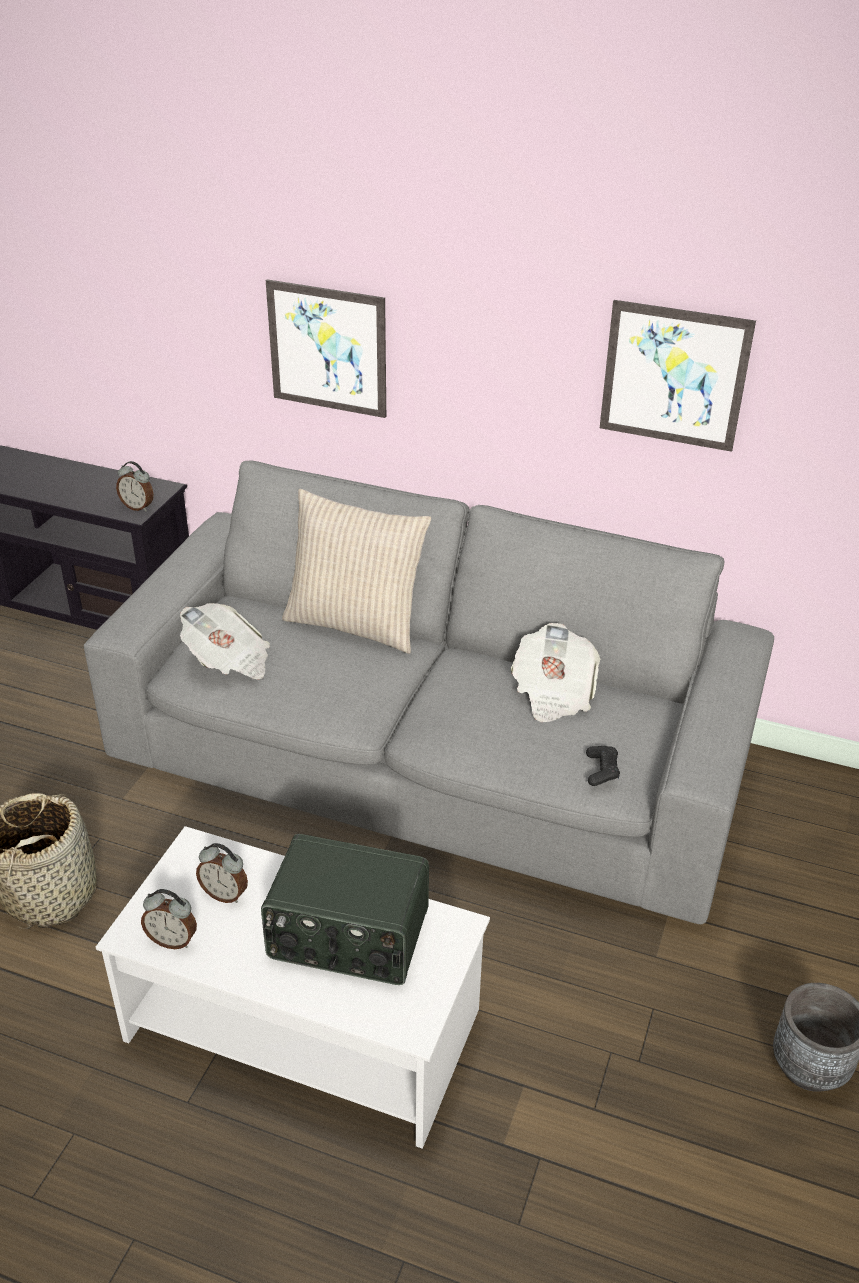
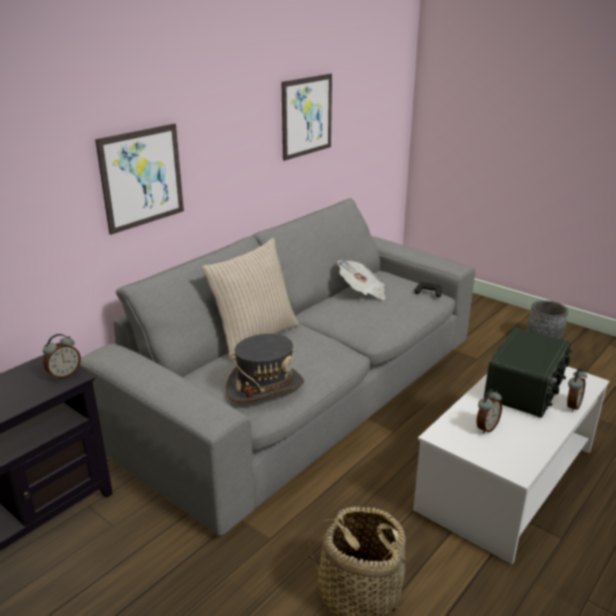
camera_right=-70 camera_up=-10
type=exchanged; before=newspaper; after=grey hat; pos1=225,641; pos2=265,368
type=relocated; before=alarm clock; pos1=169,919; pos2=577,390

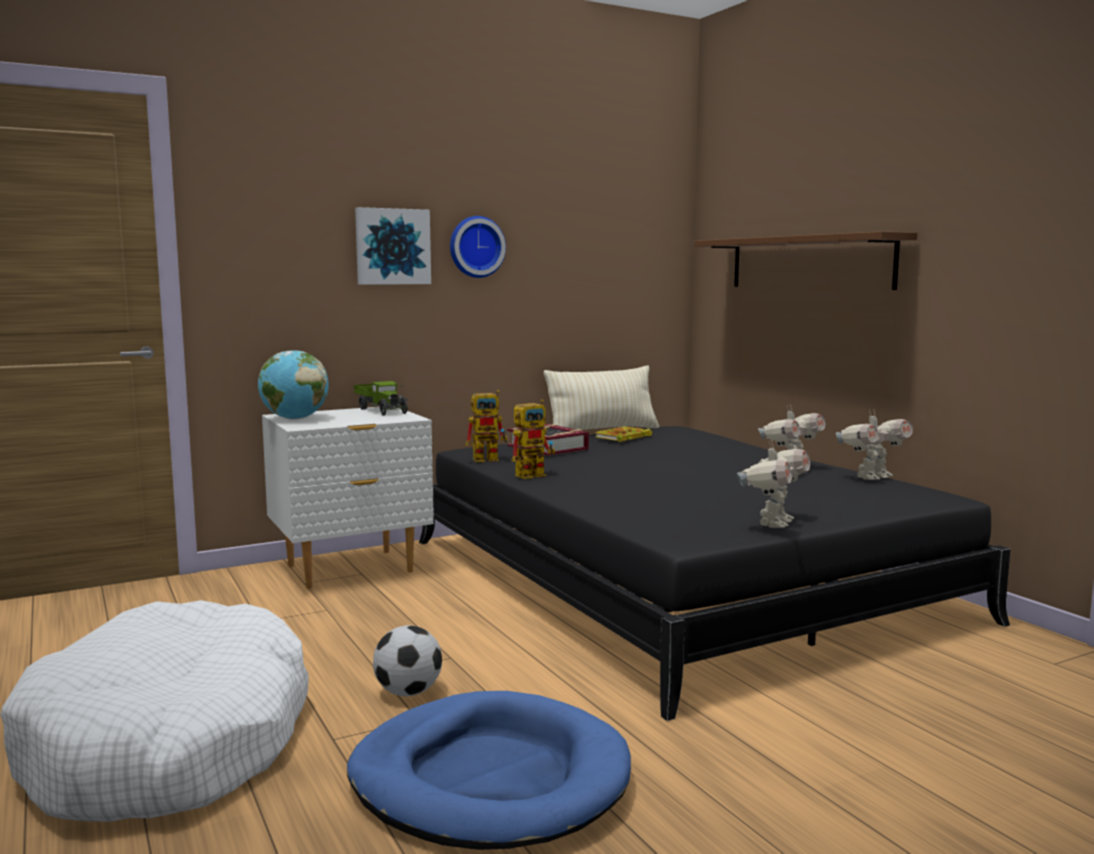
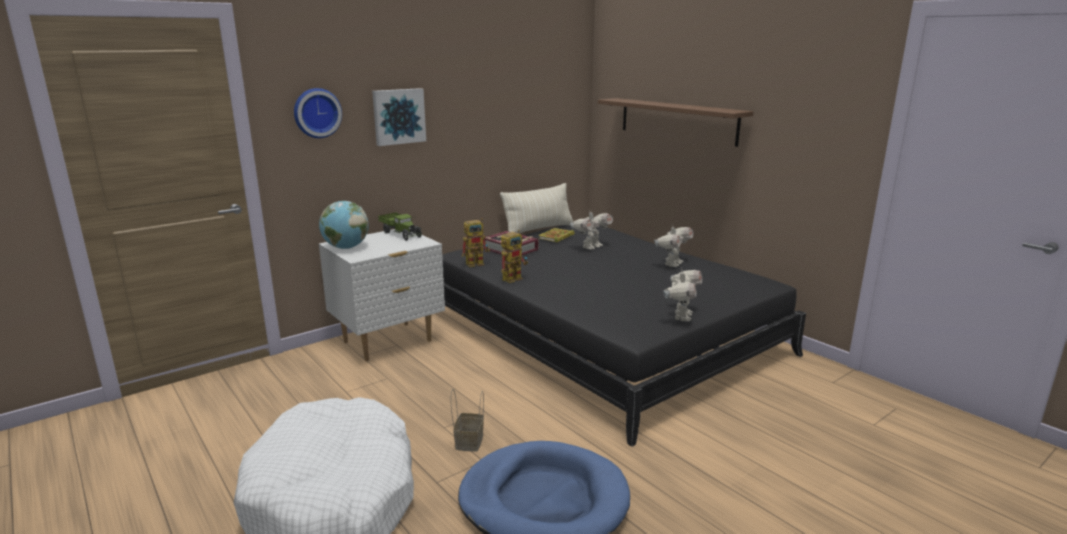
camera_right=-10 camera_up=10
type=relocated; before=wall clock; pos1=478,247; pos2=318,113
type=exchanged; before=football; after=basket; pos1=407,660; pos2=467,420
type=relocated; before=toy robot; pos1=874,445; pos2=591,228

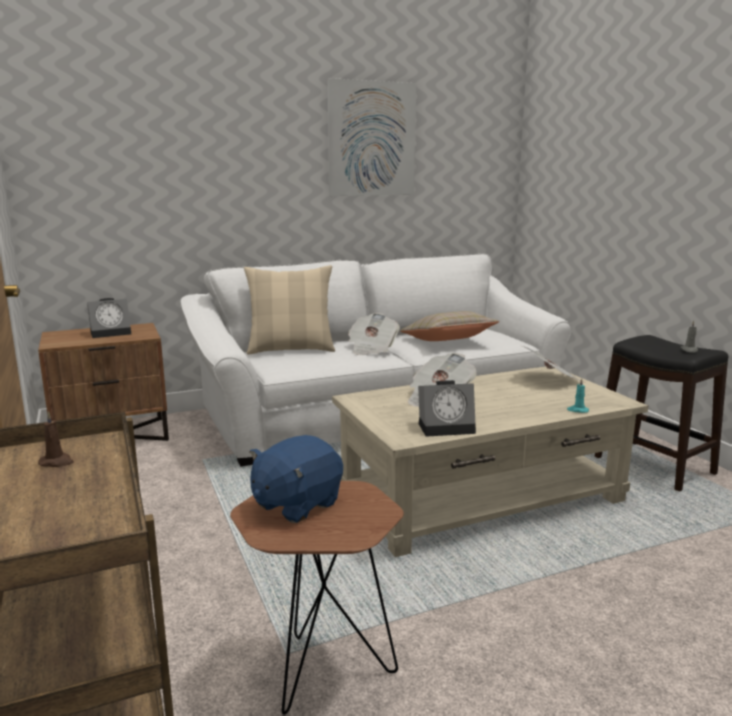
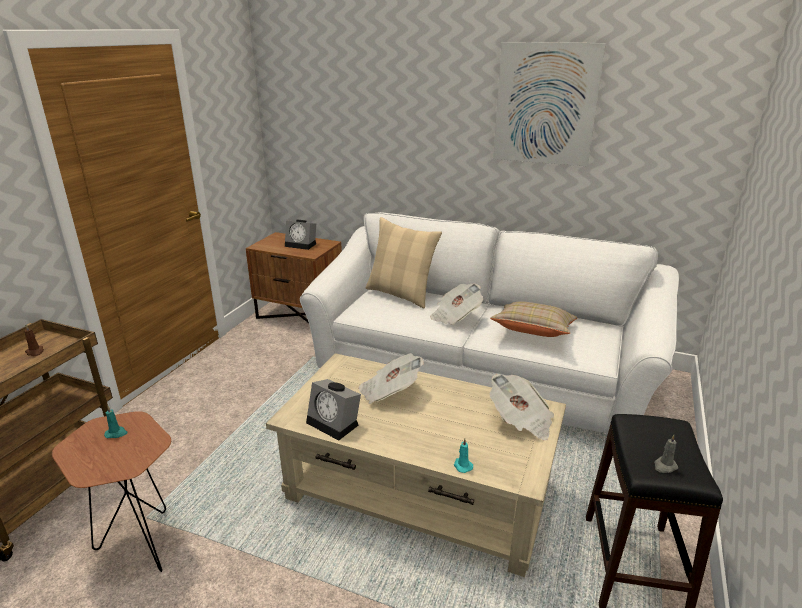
camera_right=45 camera_up=10
type=exchanged; before=blue plush toy; after=turquoise candle; pos1=296,479; pos2=116,422

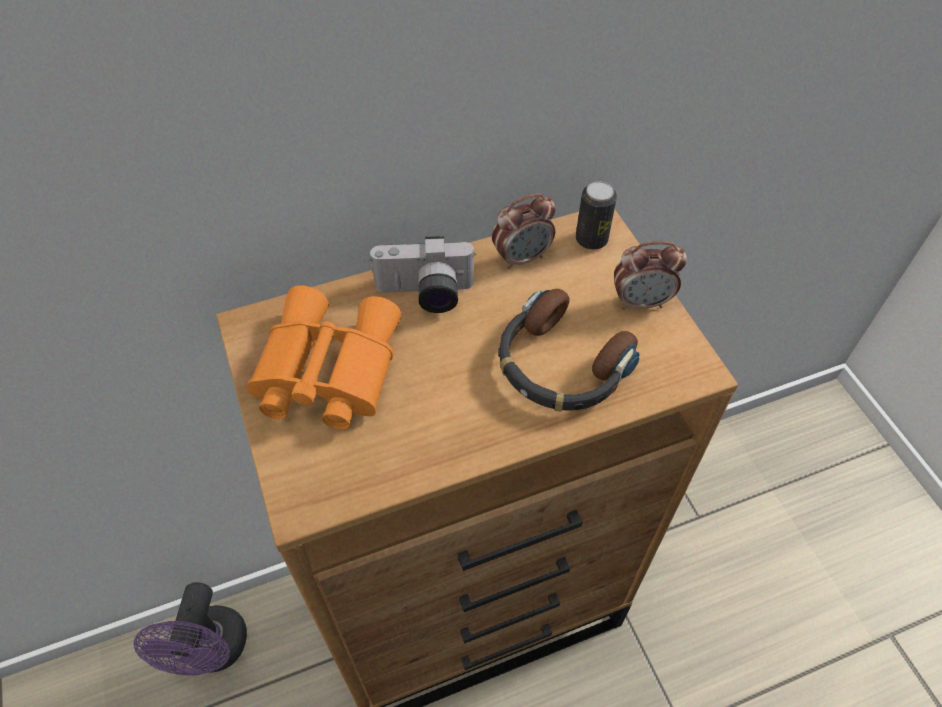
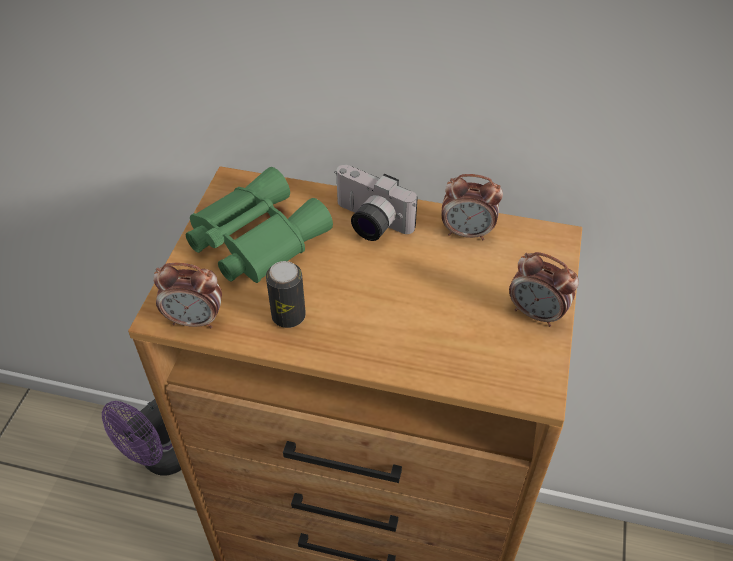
camera_right=35 camera_up=-5
type=appeared; after=alarm clock; pos2=187,295
type=colour; before=orange binoculars; after=green binoculars; pos1=324,357; pos2=259,225
type=relocated; before=can; pos1=596,215; pos2=286,294
type=missing; before=headphones; pos1=569,350

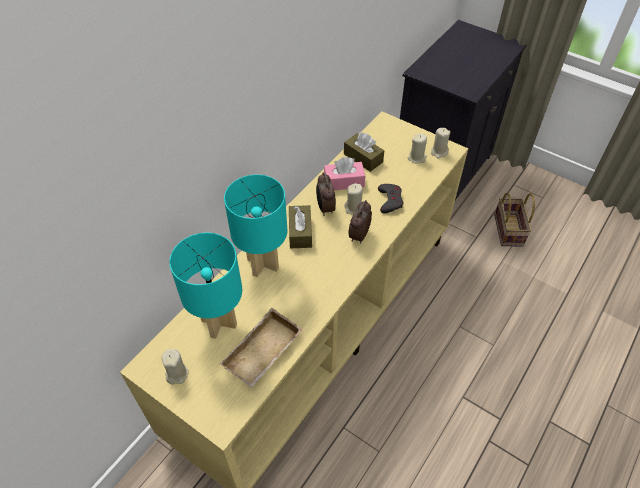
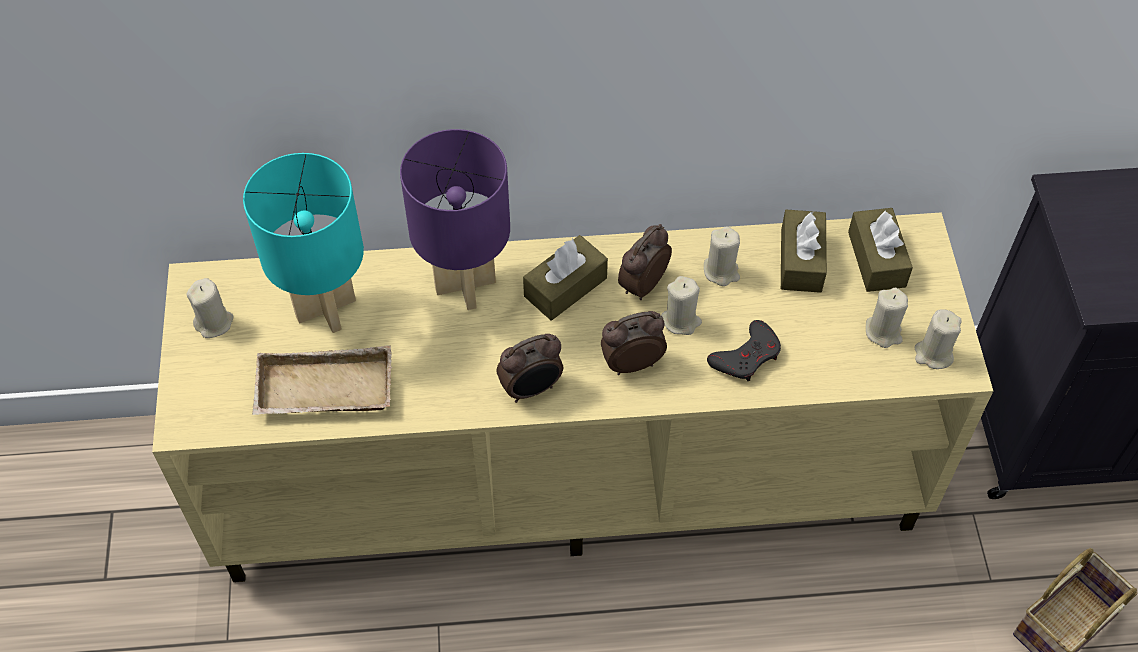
camera_right=50 camera_up=5
type=colour; before=turquoise table lamp; after=purple table lamp; pos1=255,226; pos2=455,219
type=appeared; after=alarm clock; pos2=529,368
type=exchanged; before=pink tissue box; after=beige candle; pos1=344,173; pos2=722,256
type=appeared; after=brown tissue box; pos2=880,250

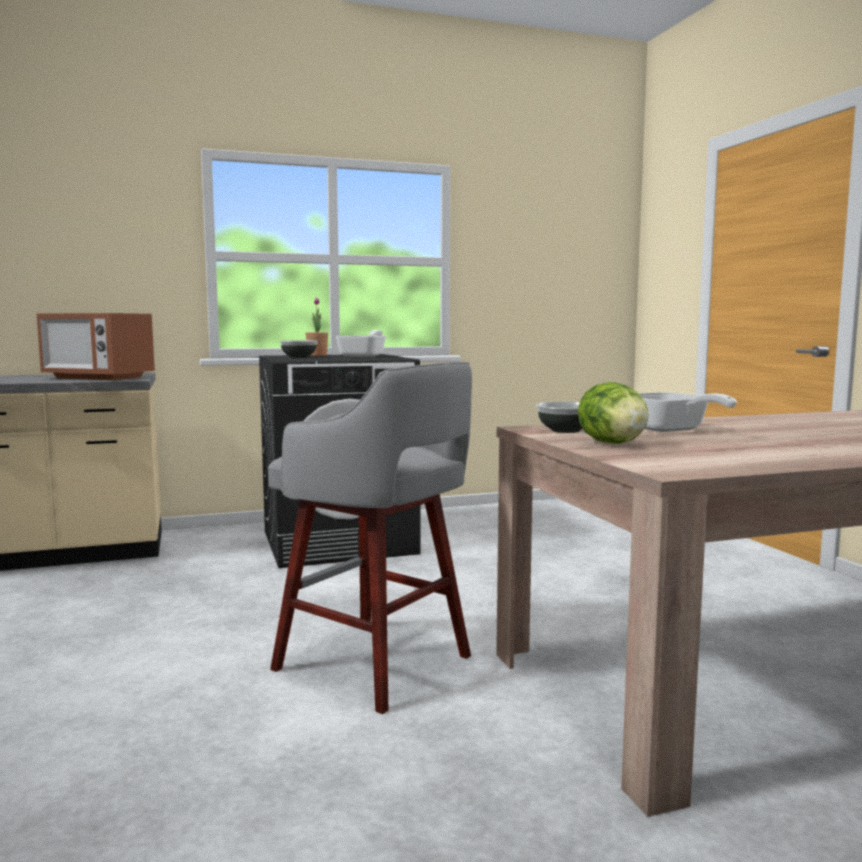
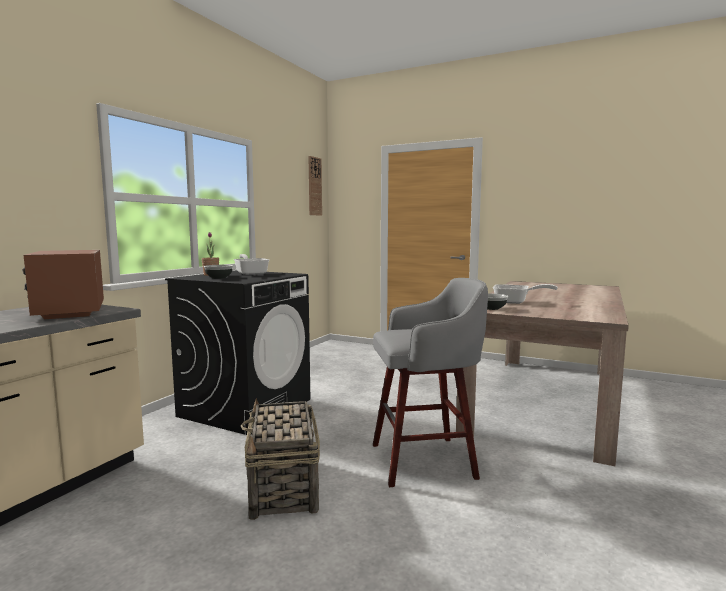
camera_right=-45 camera_up=0
type=spun; before=microwave; pos1=96,346; pos2=63,284; turn=90
type=appeared; after=basket; pos2=280,459
type=appeared; after=wall clock; pos2=315,186
type=missing; before=lettuce; pos1=613,413

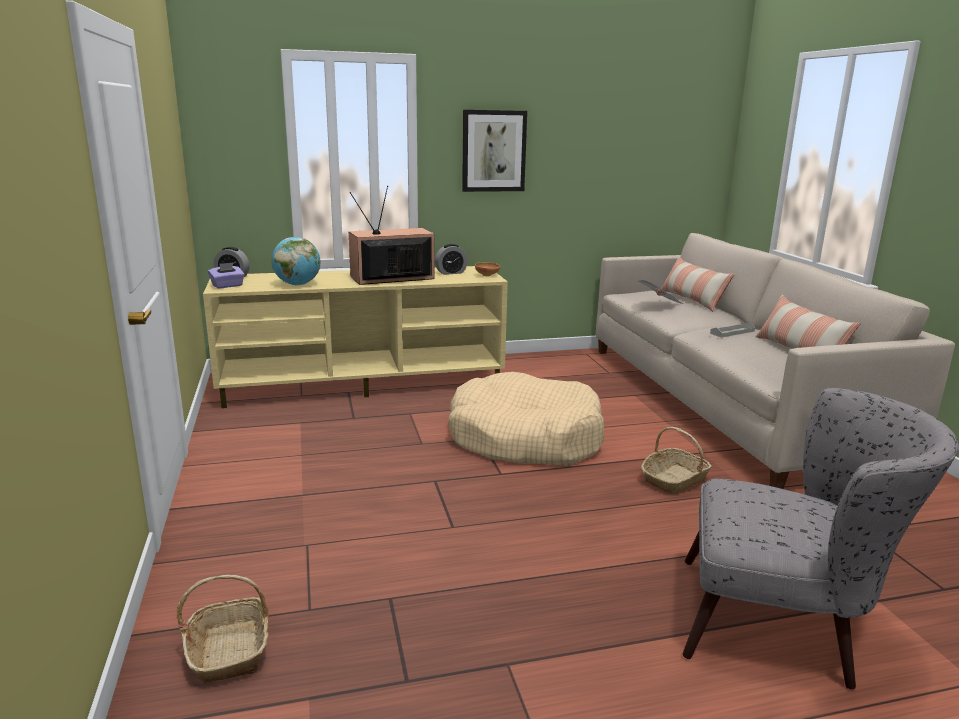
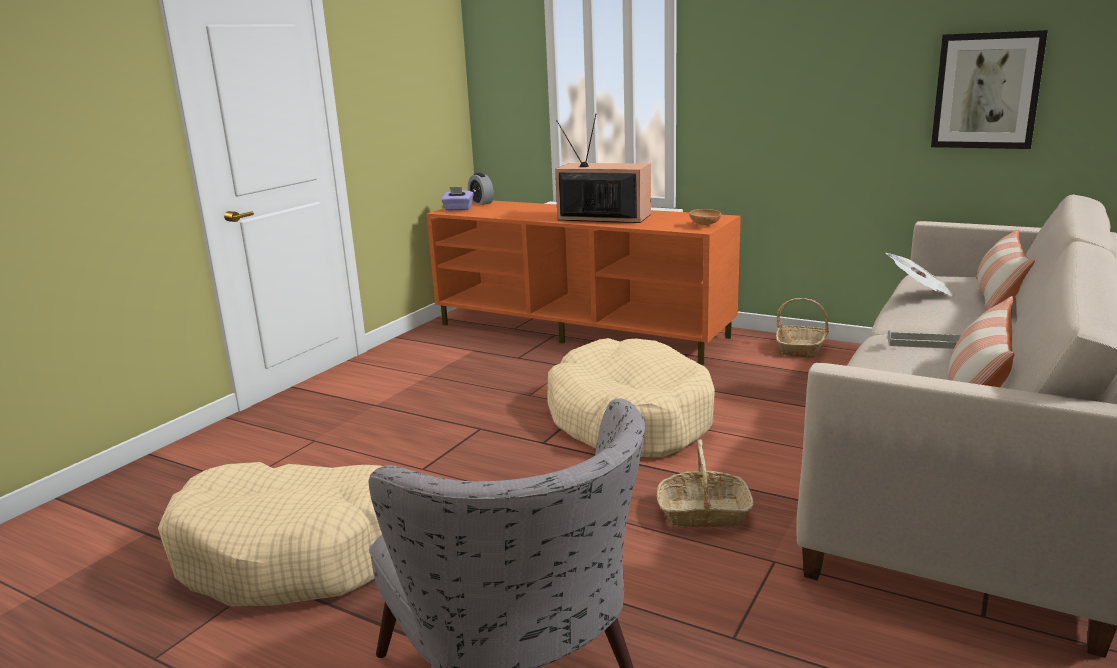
camera_right=45 camera_up=0
type=appeared; after=beige dog bed; pos2=270,534
type=colour; before=beige tv stand; after=orange tv stand; pos1=355,337; pos2=584,283
type=relocated; before=basket; pos1=223,629; pos2=802,328
type=relocated; before=picture; pos1=494,151; pos2=989,89
type=missing; before=globe; pos1=296,261
type=missing; before=alarm clock; pos1=451,259

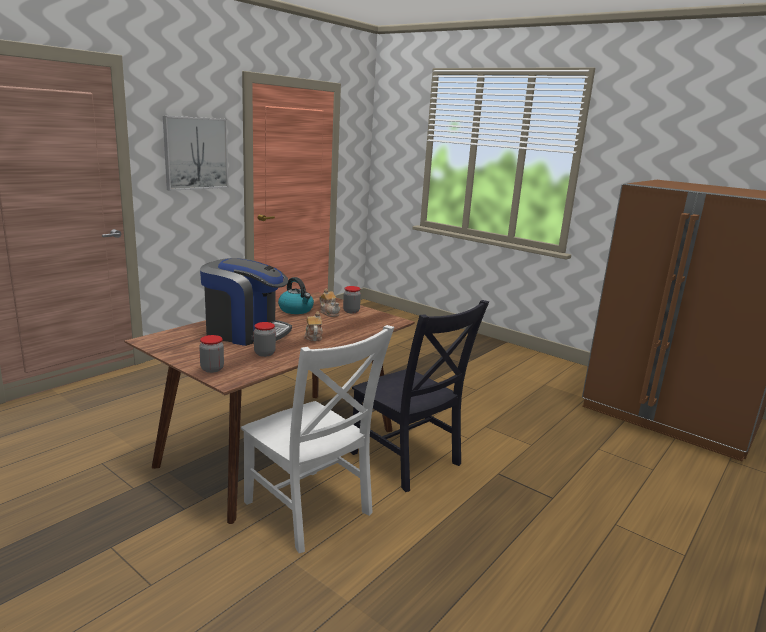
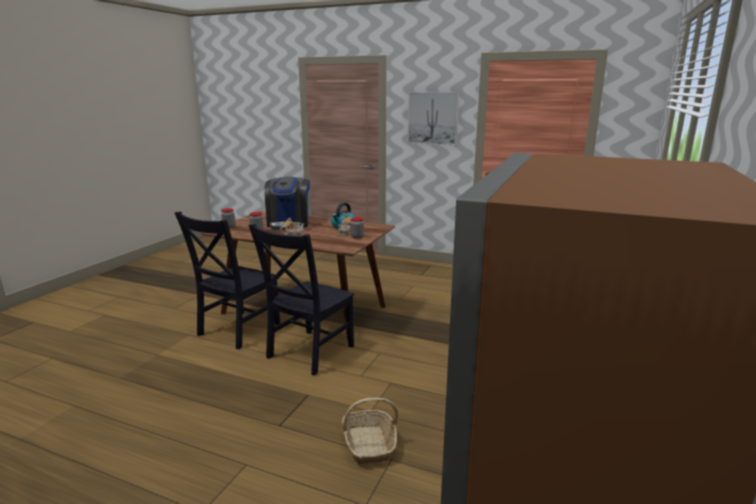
camera_right=75 camera_up=0
type=colour; before=white chair; after=black chair; pos1=317,439; pos2=227,280
type=appeared; after=basket; pos2=370,431

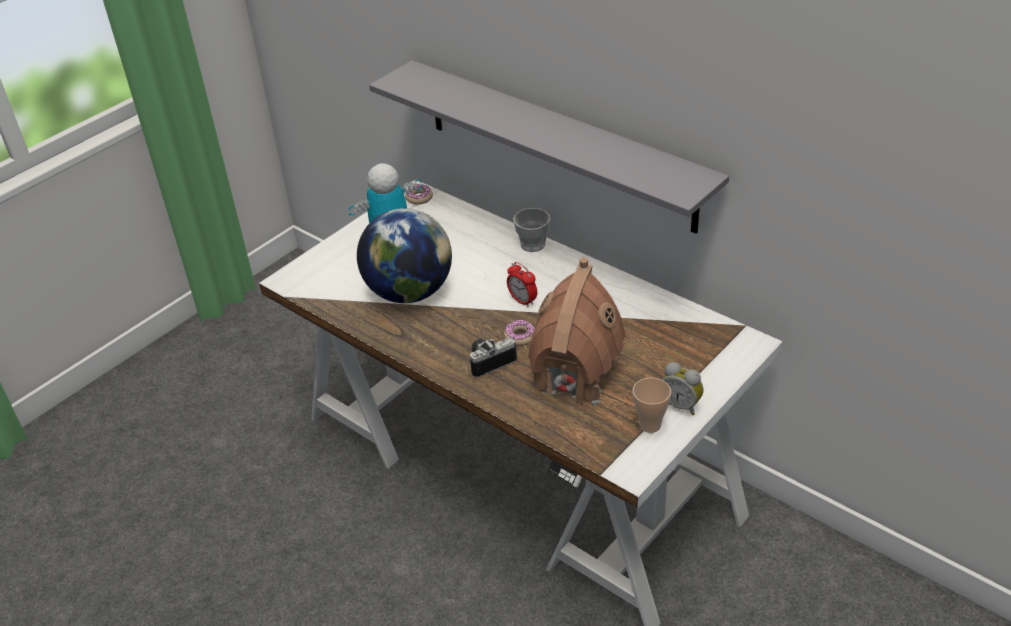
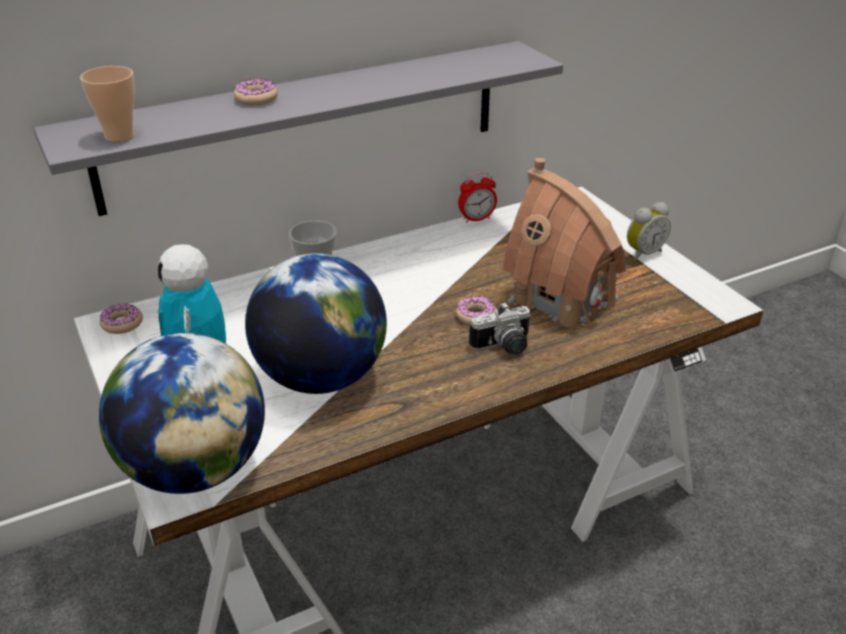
camera_right=-70 camera_up=-5
type=relocated; before=cup; pos1=651,405; pos2=107,104
type=appeared; after=globe; pos2=182,413
type=appeared; after=donut; pos2=256,92
type=relocated; before=alarm clock; pos1=522,284; pos2=477,197
type=spun; before=photo camera; pos1=493,357; pos2=499,328; turn=-105

